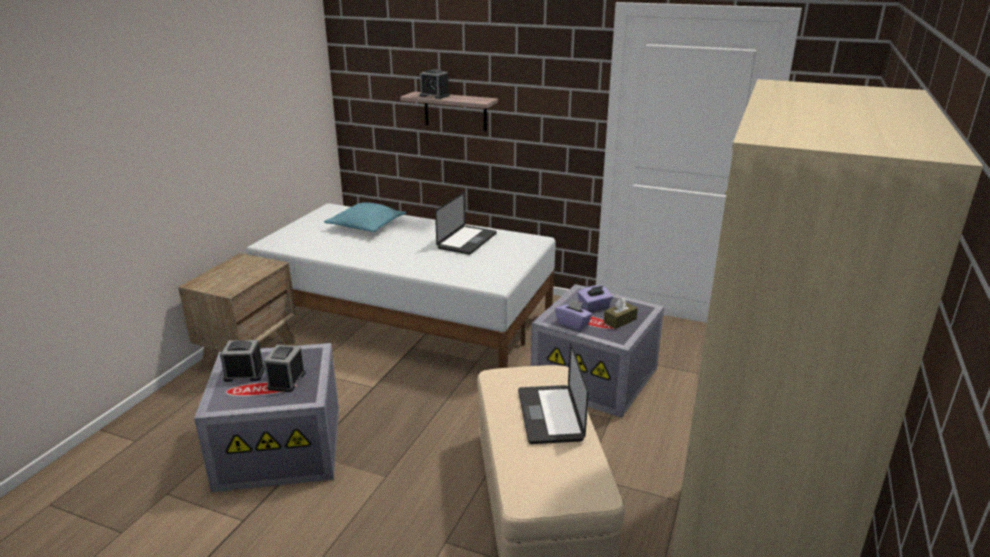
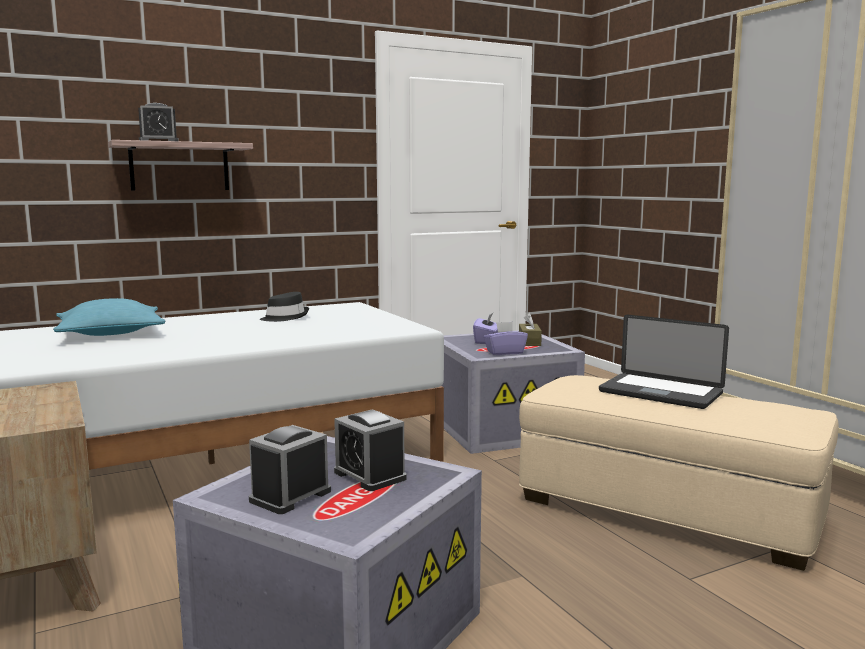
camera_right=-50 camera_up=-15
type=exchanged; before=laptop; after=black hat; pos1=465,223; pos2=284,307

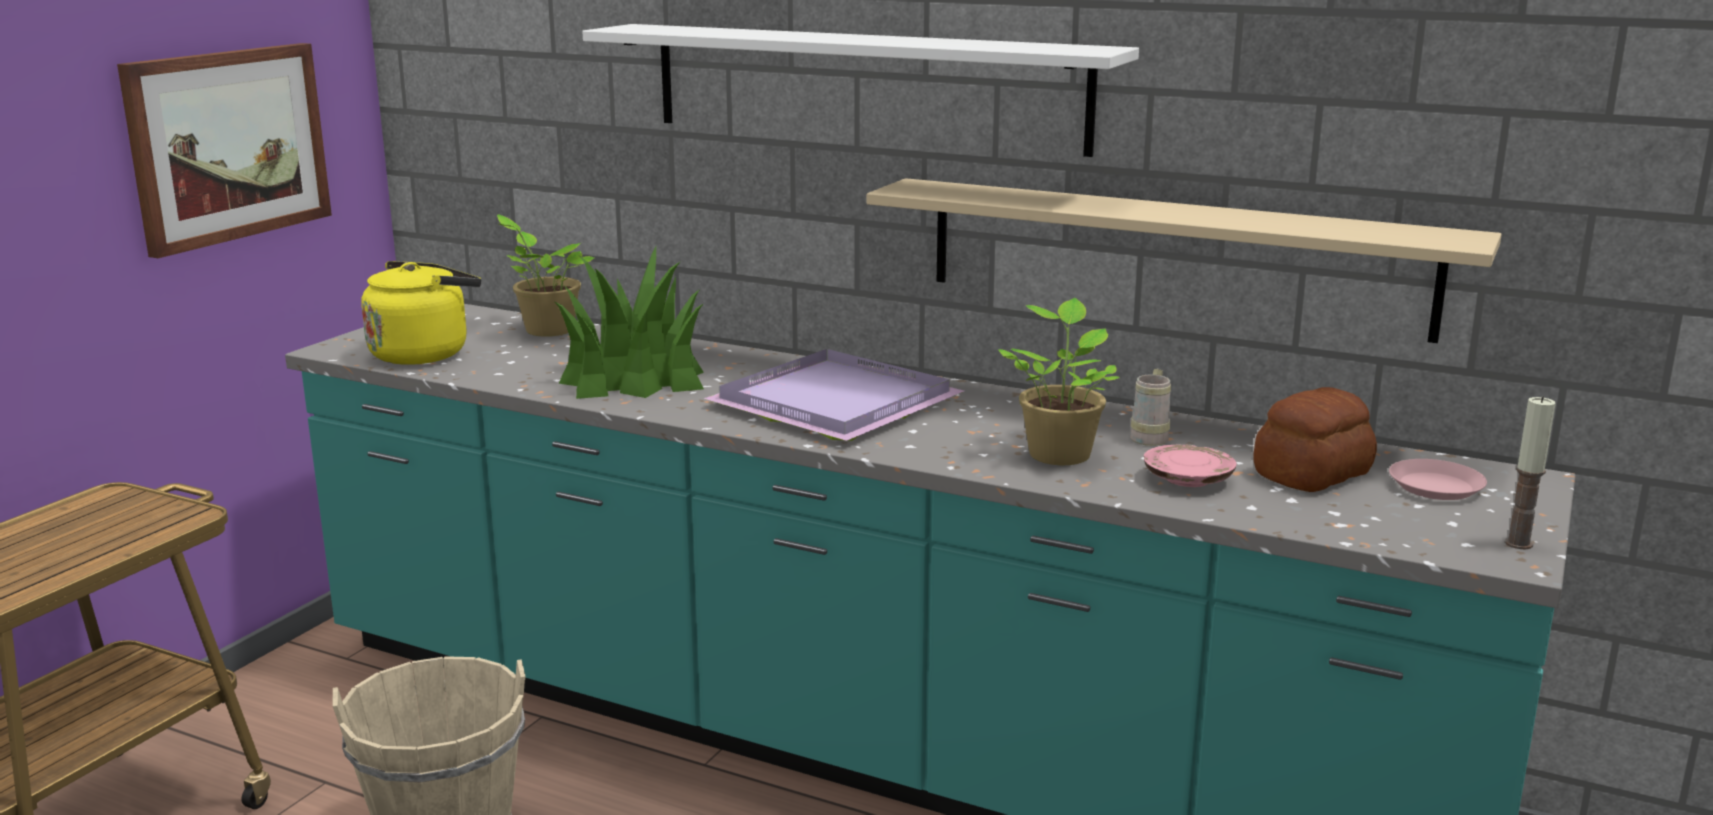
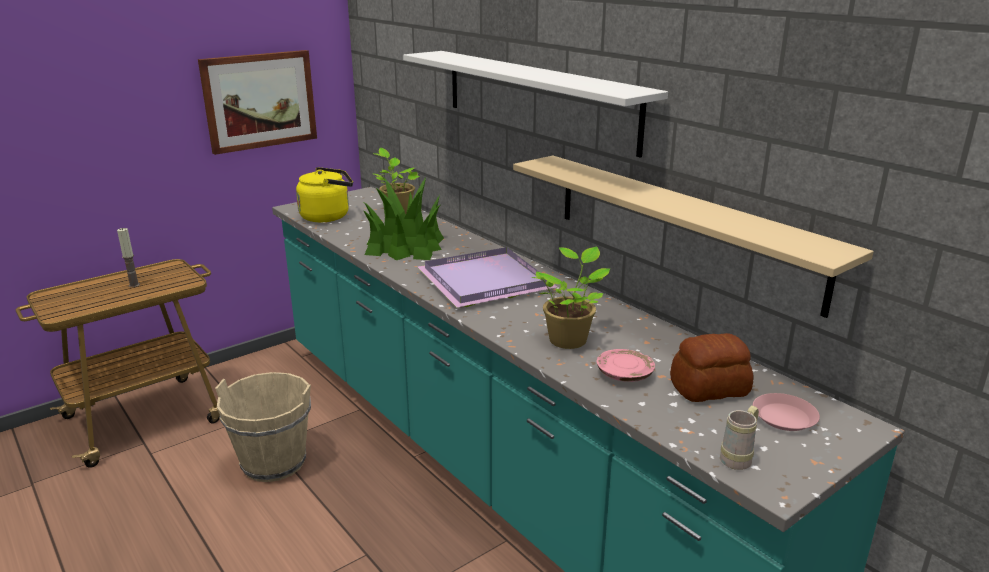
camera_right=25 camera_up=5
type=relocated; before=candle; pos1=1530,472; pos2=128,257
type=relocated; before=beige mug; pos1=1150,407; pos2=739,438

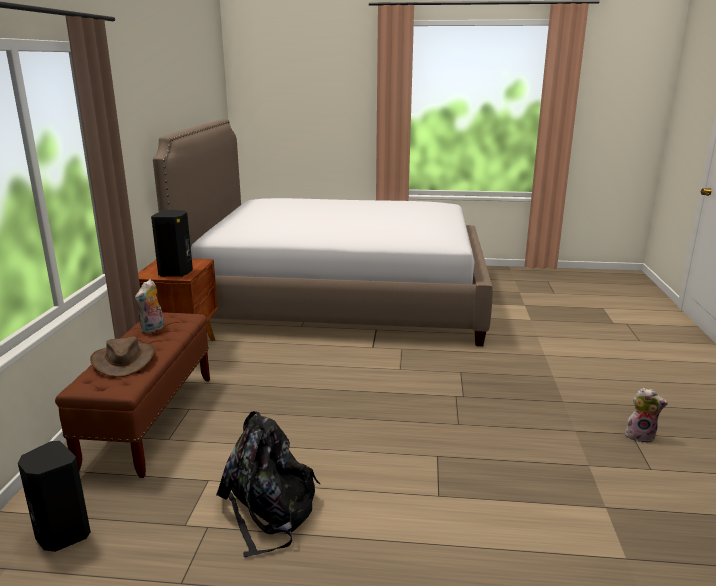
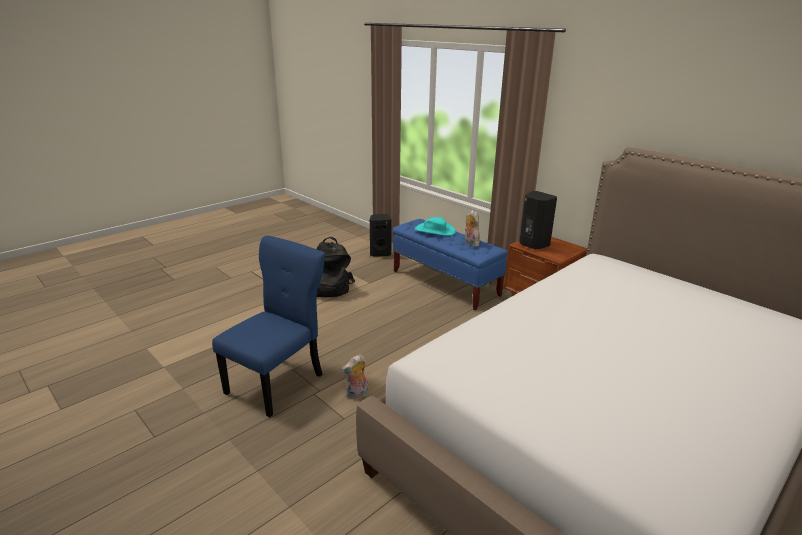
camera_right=130 camera_up=5
type=appeared; after=blue chair; pos2=268,326
type=relocated; before=plush toy; pos1=646,415; pos2=355,376
type=colour; before=brown bench; after=blue bench; pos1=132,395; pos2=450,264
type=colour; before=brown hat; after=turquoise hat; pos1=122,357; pos2=435,226

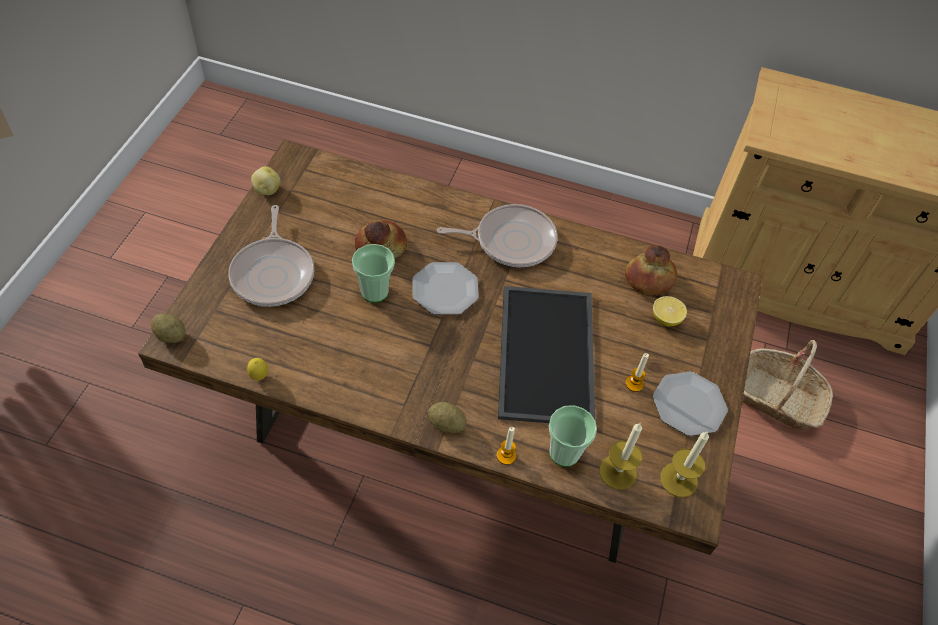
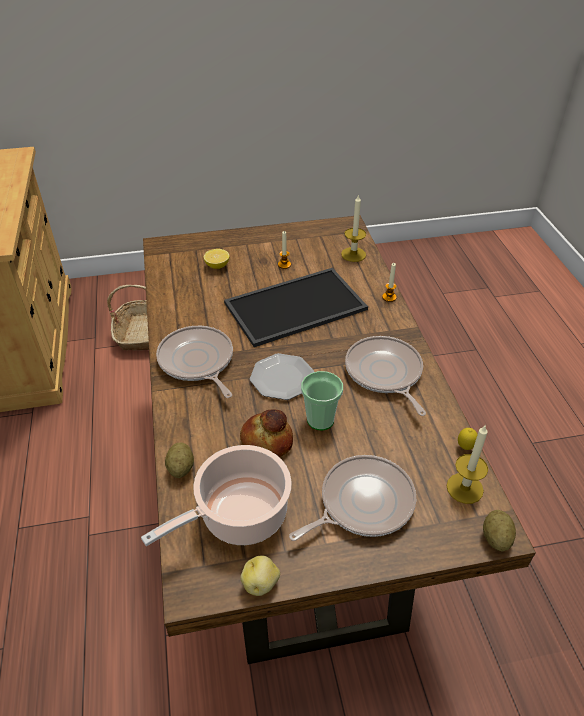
camera_right=-115 camera_up=-10
type=appeared; after=cooking pot; pos2=216,495
type=relocated; before=potato; pos1=447,418; pos2=179,460
type=appeared; after=frying pan; pos2=385,376
type=relocated; before=candle; pos1=684,464; pos2=467,464
type=missing; before=cup; pos1=573,436
type=missing; before=bread; pos1=651,270
type=missing; before=plate; pos1=690,404

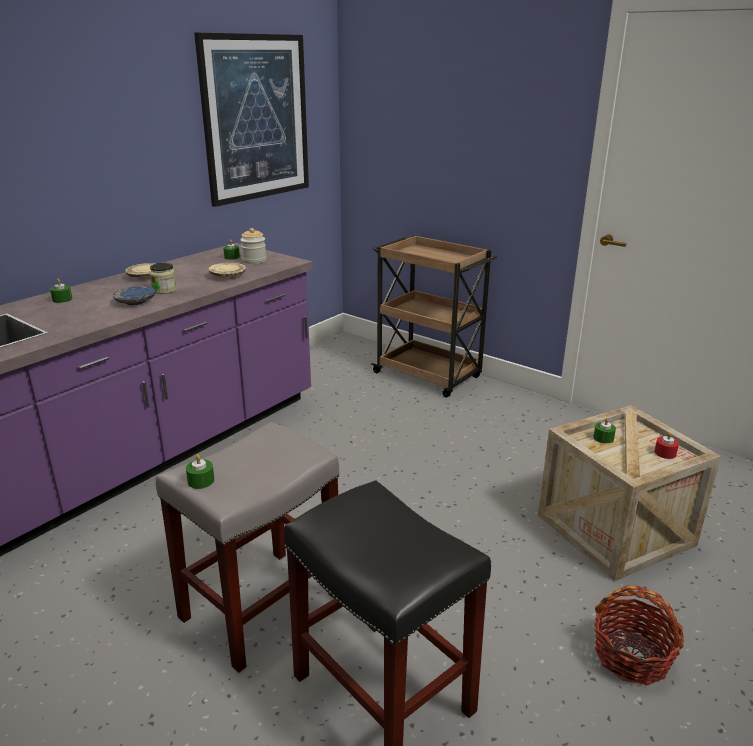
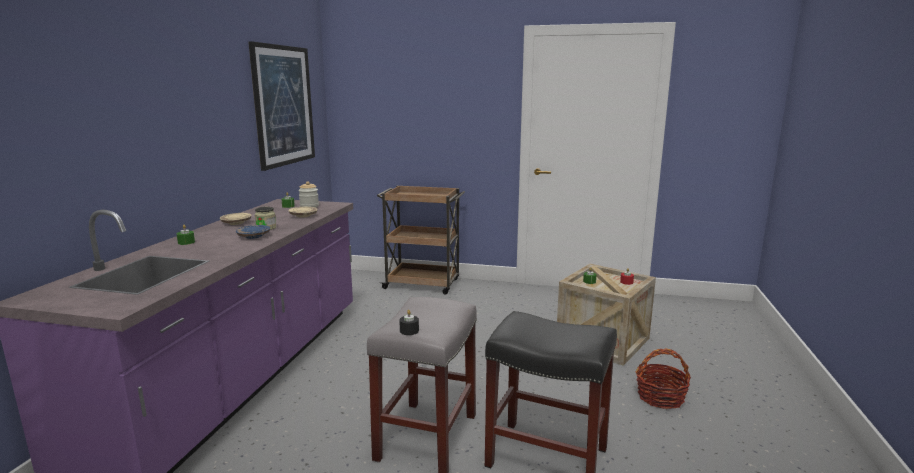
camera_right=-25 camera_up=-10
type=colour; before=green candle; after=black candle; pos1=200,471; pos2=409,322

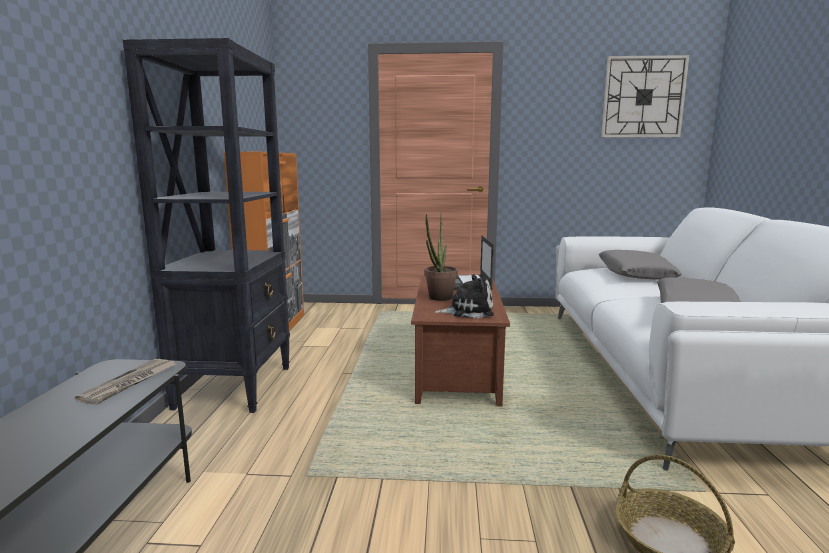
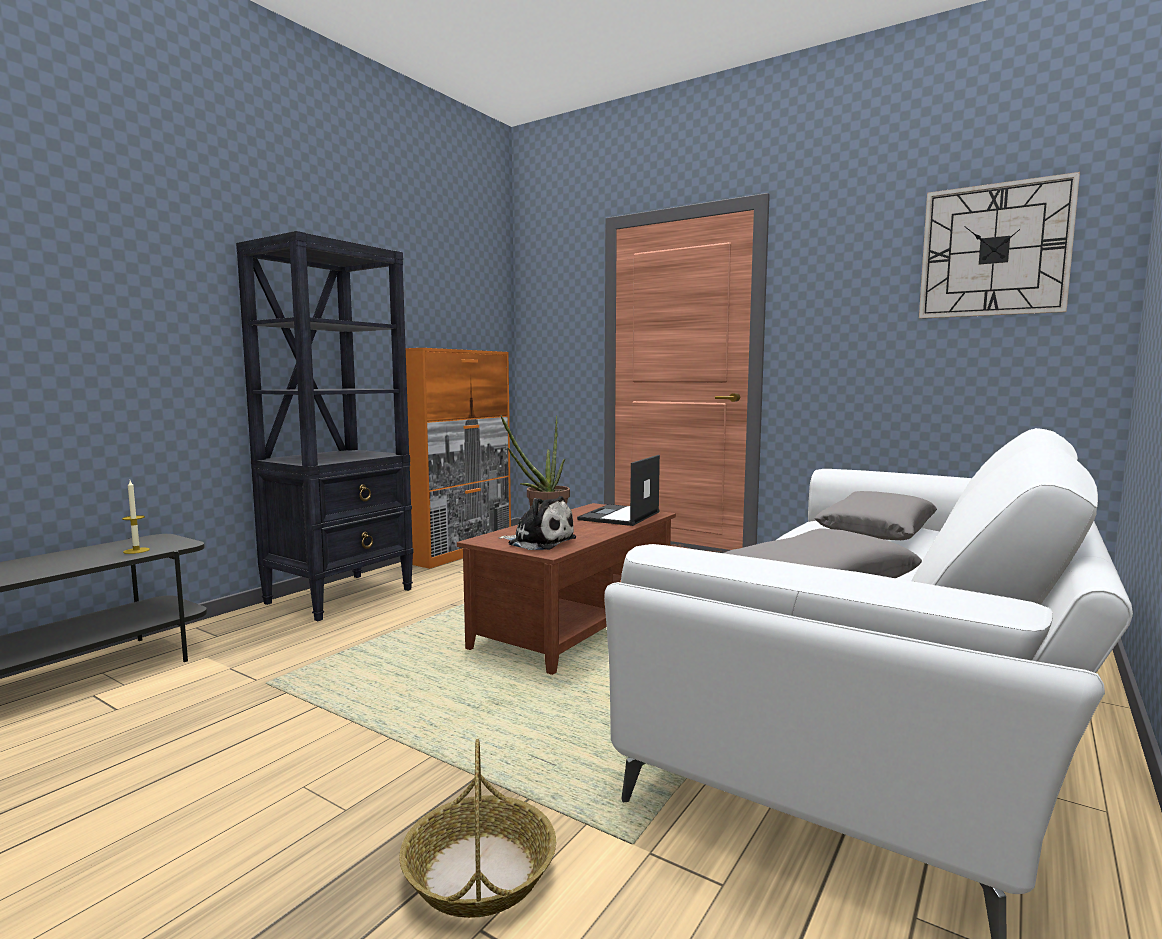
camera_right=30 camera_up=-5
type=exchanged; before=newspaper; after=candle; pos1=125,382; pos2=136,517

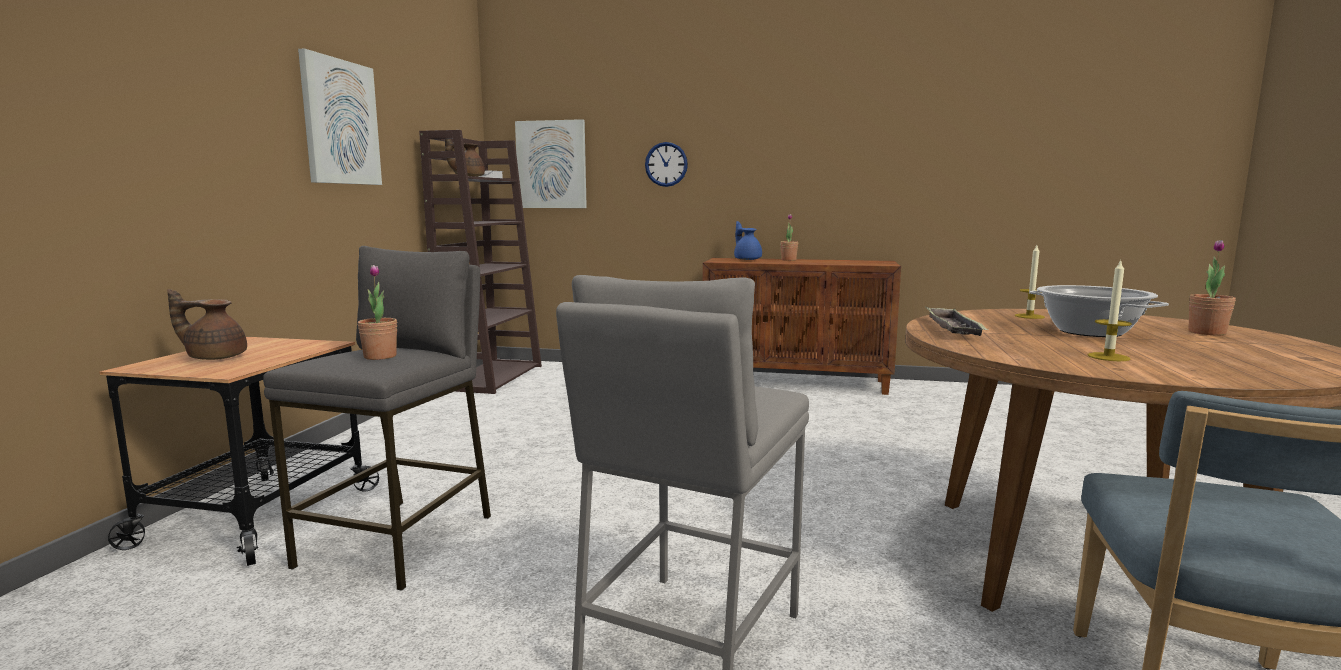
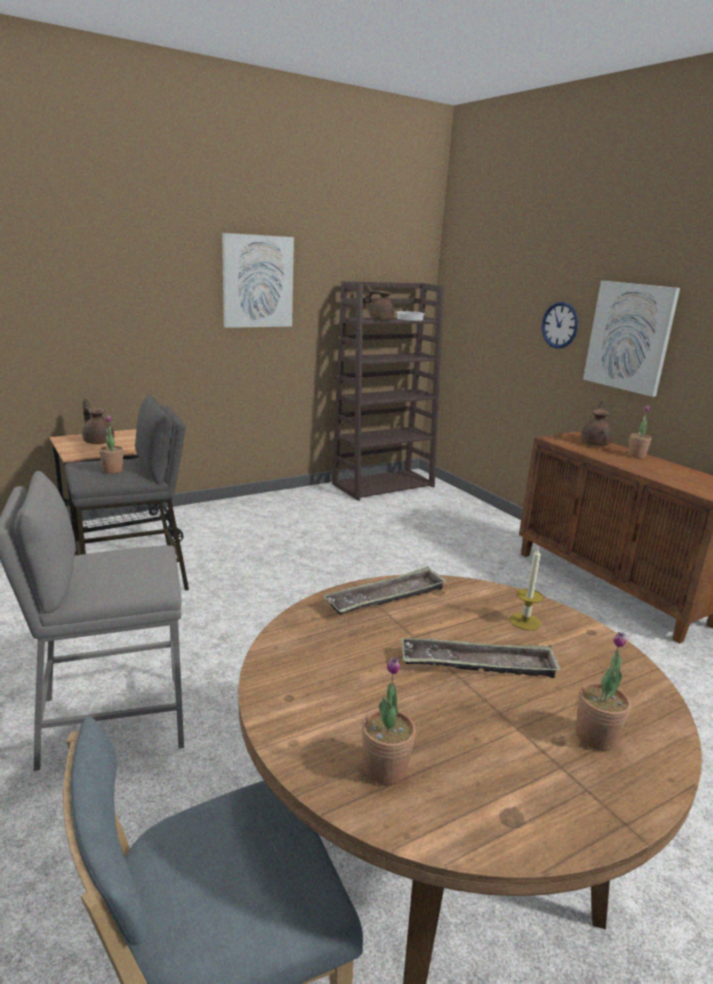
camera_right=45 camera_up=10
type=appeared; after=potted plant; pos2=389,721
type=exchanged; before=cooking pot; after=tray; pos1=1099,311; pos2=481,658
type=colour; before=blue teapot; after=brown teapot; pos1=748,240; pos2=597,423
type=relocated; before=picture; pos1=551,163; pos2=631,339
type=missing; before=candle; pos1=1110,310

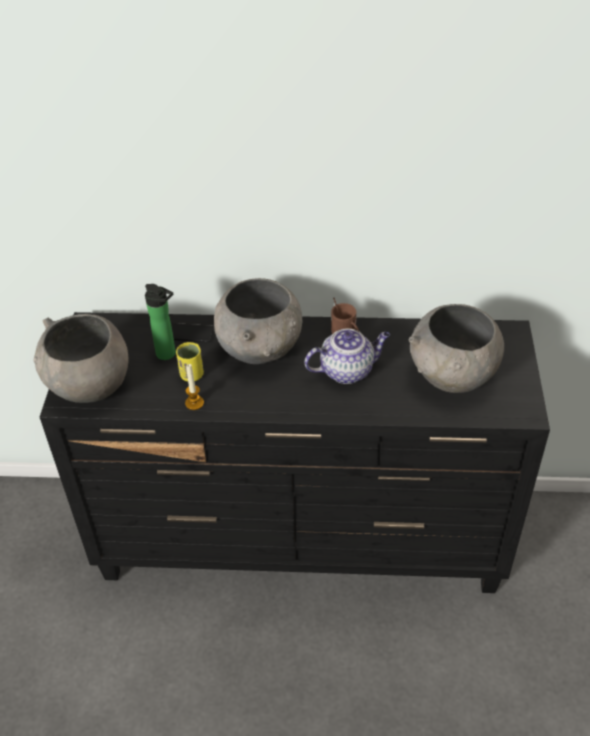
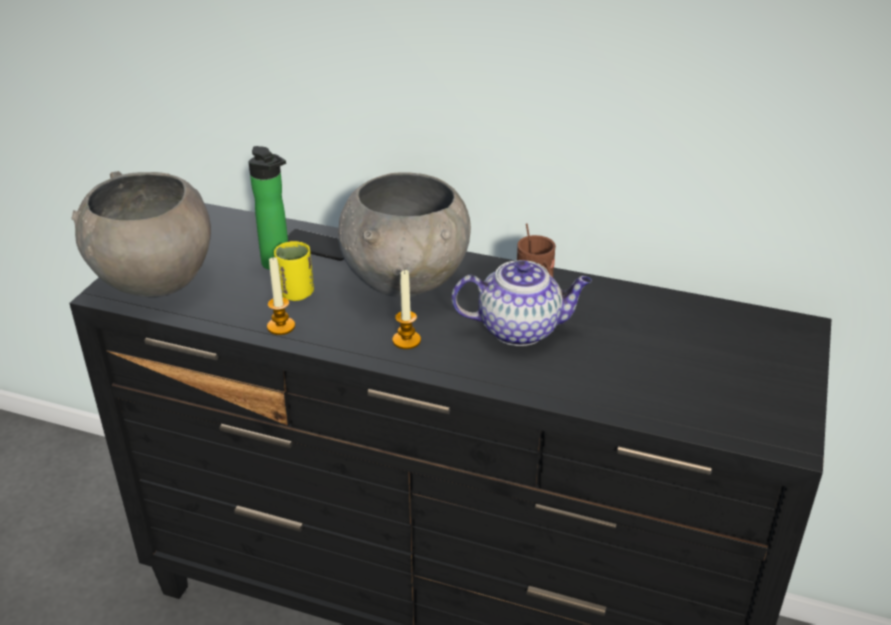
camera_right=15 camera_up=-10
type=appeared; after=candle; pos2=406,309
type=missing; before=grey bowl; pos1=456,348

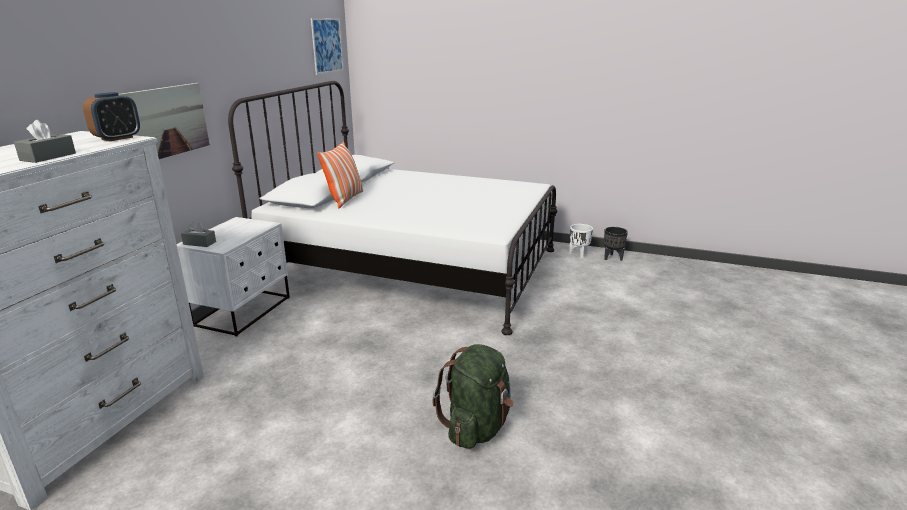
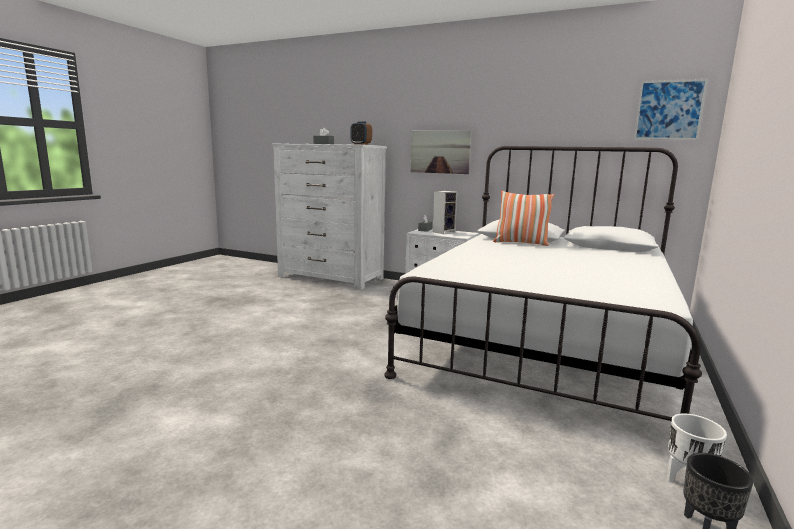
camera_right=95 camera_up=-10
type=appeared; after=speaker; pos2=445,212
type=missing; before=green backpack; pos1=473,396

